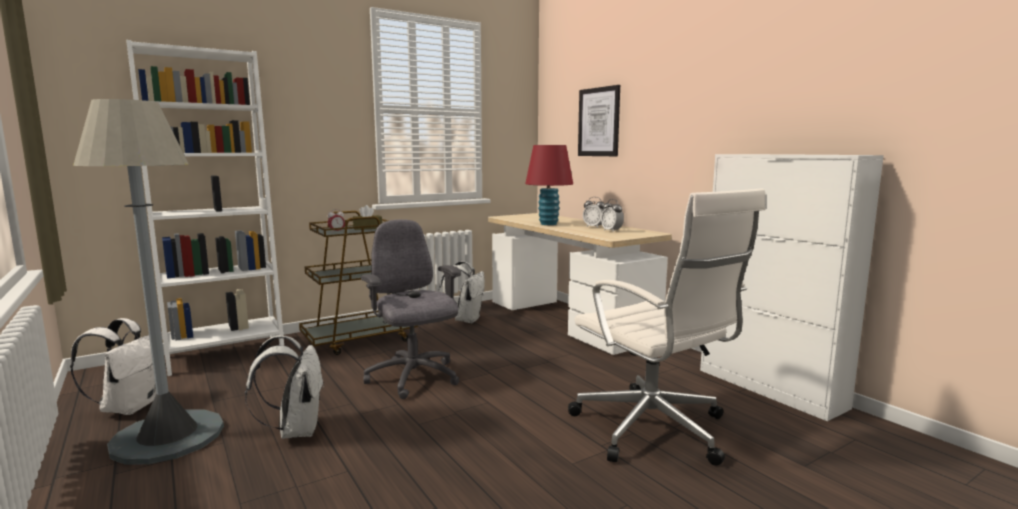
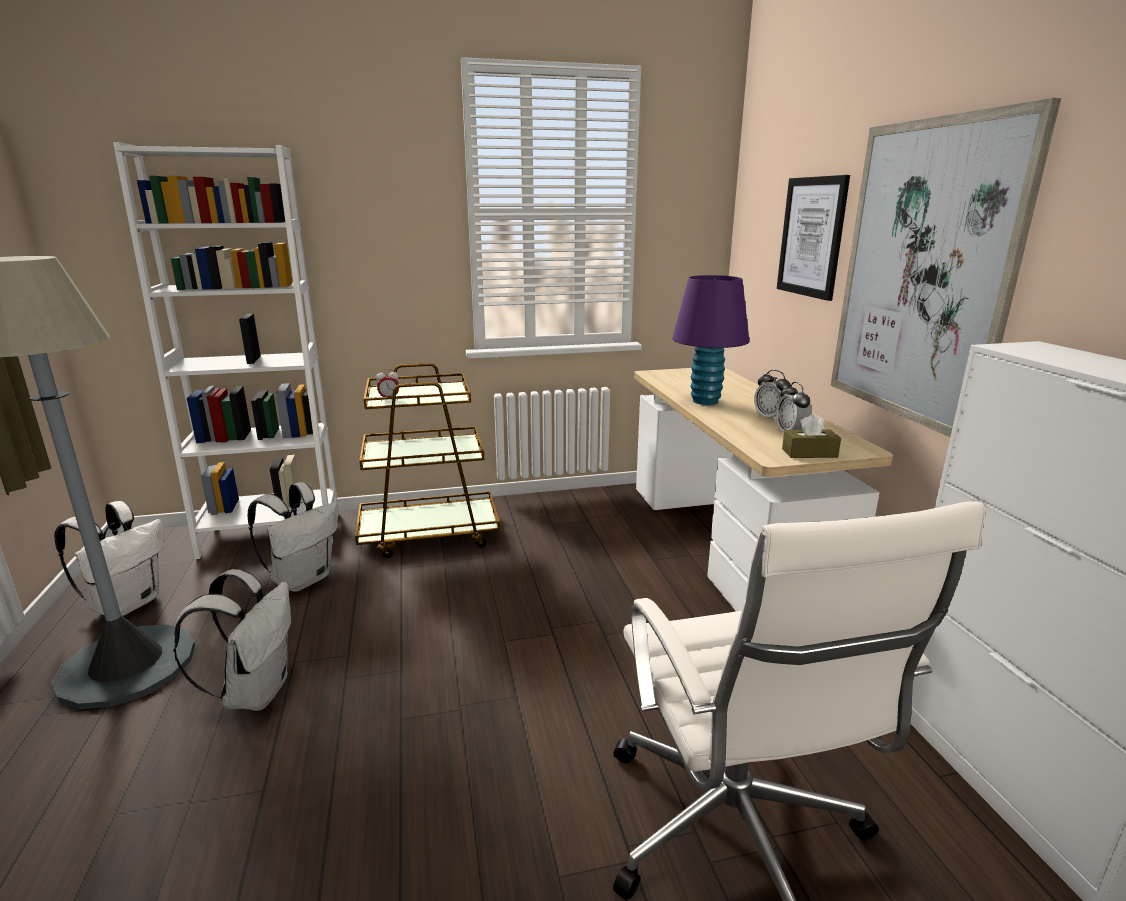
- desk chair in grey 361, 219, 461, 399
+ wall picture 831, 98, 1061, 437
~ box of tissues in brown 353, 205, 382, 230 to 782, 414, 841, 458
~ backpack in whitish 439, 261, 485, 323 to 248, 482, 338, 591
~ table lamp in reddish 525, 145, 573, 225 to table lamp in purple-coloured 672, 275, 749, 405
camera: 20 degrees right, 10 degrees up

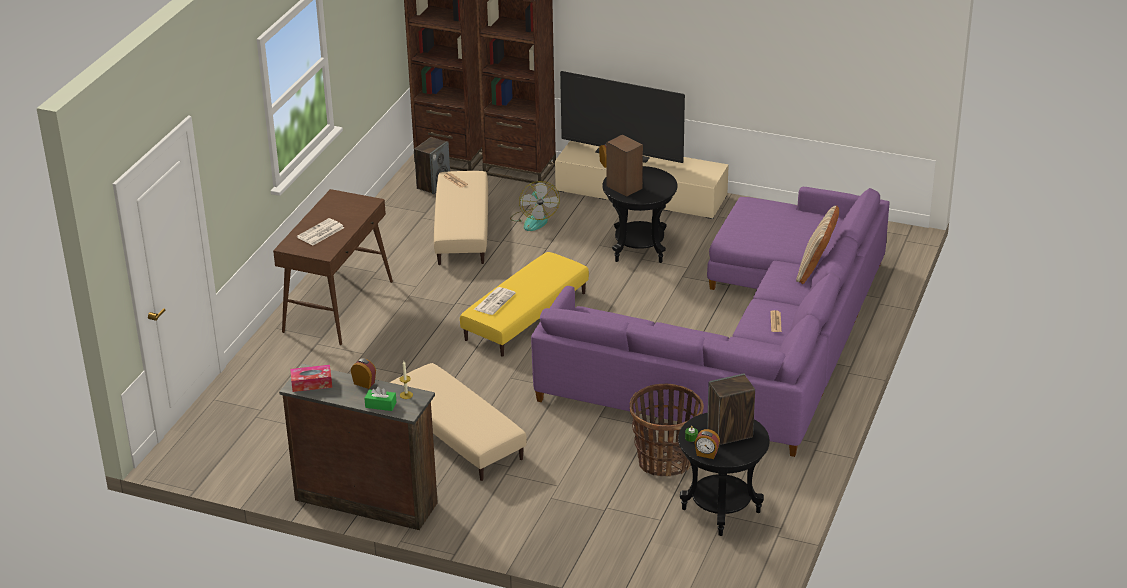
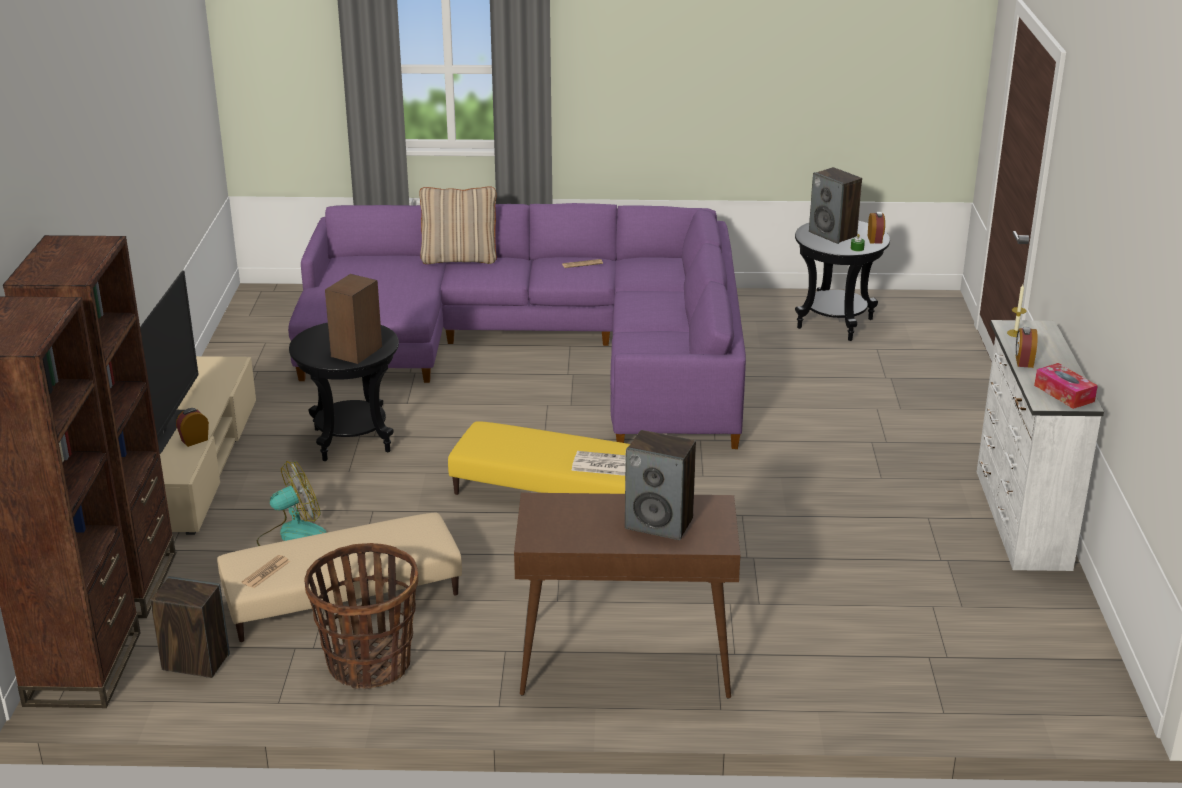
- box of tissues in green 364, 386, 397, 411
- pouffe in beige-coloured 390, 363, 527, 481
~ basket 630, 384, 704, 476 to 304, 543, 418, 689
~ daily paper 297, 218, 344, 246 to loudspeaker 625, 430, 696, 540
~ drawer chest in brown 279, 364, 438, 530 to drawer chest in whitish 977, 320, 1104, 571
camera: 110 degrees left, 5 degrees down

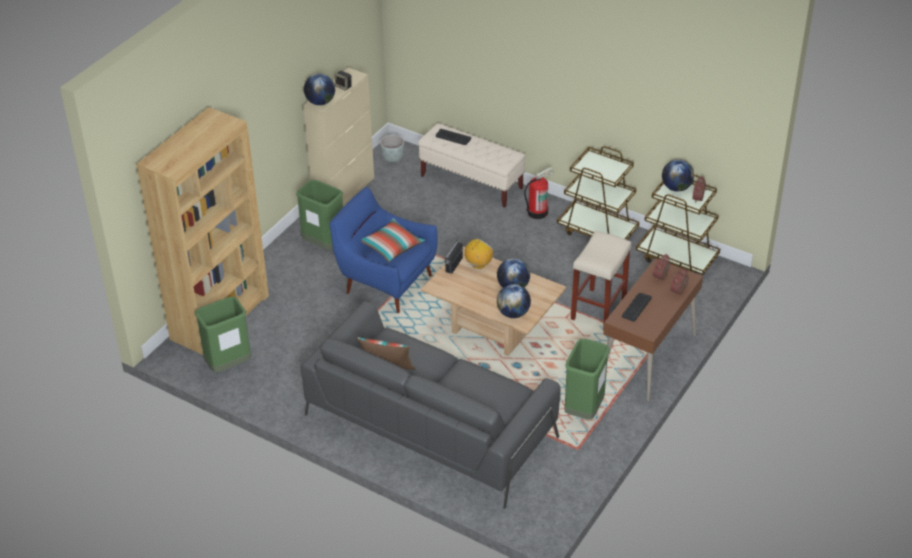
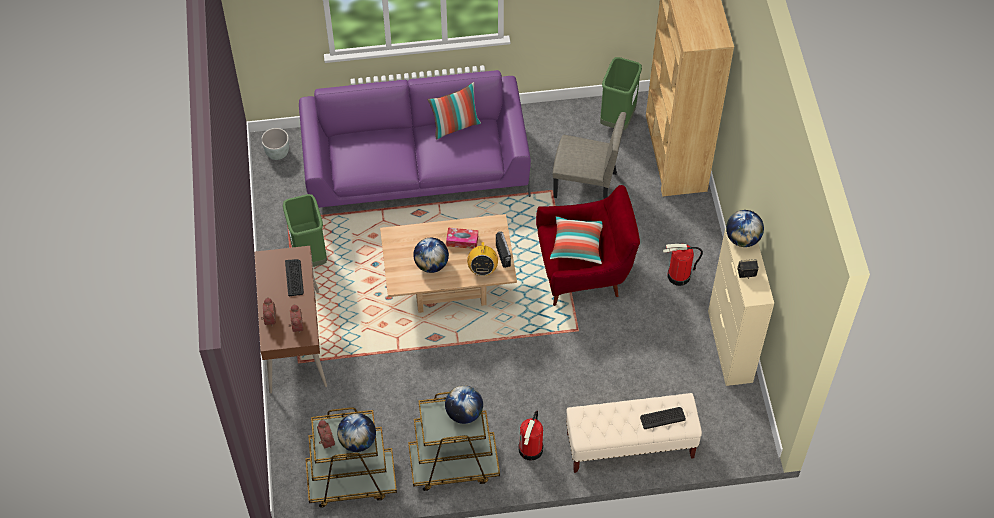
- stool seat in beige-coloured 571, 231, 631, 330
+ box of tissues 446, 227, 478, 249
+ plain chair in beige-coloured 553, 112, 627, 199
~ flower pot in grey 380, 135, 404, 163 to 261, 128, 289, 160
~ world globe 497, 284, 531, 318 to 445, 385, 483, 424
~ waste bin in green 296, 180, 343, 250 to extinguisher 663, 244, 703, 286
~ couch in grey 301, 302, 561, 509 to couch in purple-coloured 299, 70, 531, 208
~ armchair in blue-coloured 329, 187, 438, 313 to armchair in reddish 536, 185, 640, 306
camera: 140 degrees right, 15 degrees up

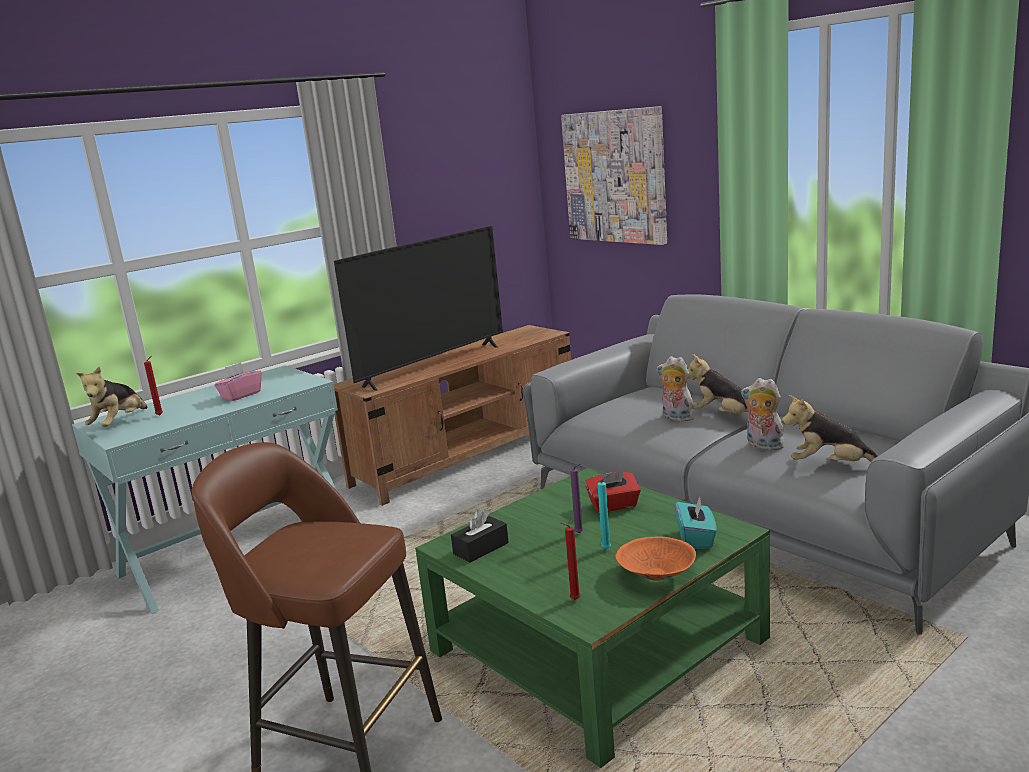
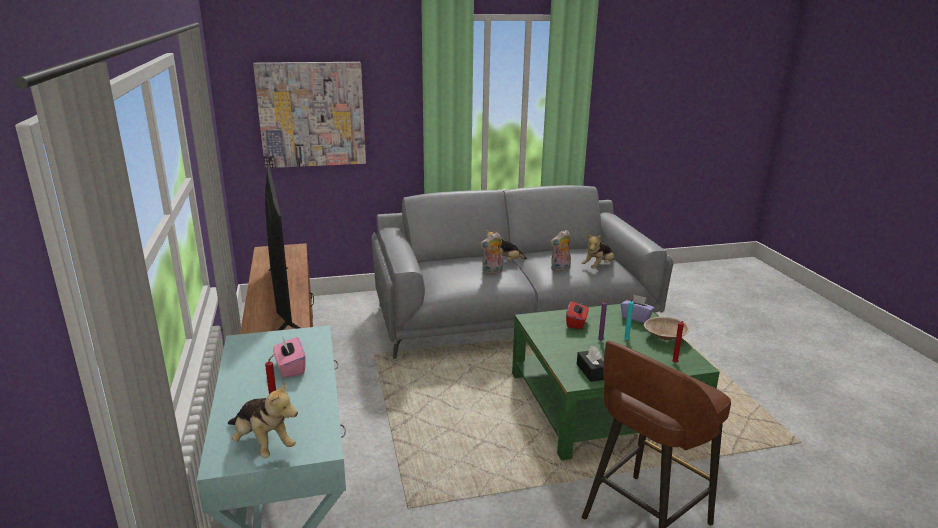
~ serving bowl in orangey 615, 536, 696, 581 to serving bowl in beige-coloured 644, 317, 690, 340
~ box of tissues in turquoise-coloured 675, 496, 717, 549 to box of tissues in purple-coloured 621, 295, 655, 323
camera: 65 degrees left, 5 degrees up

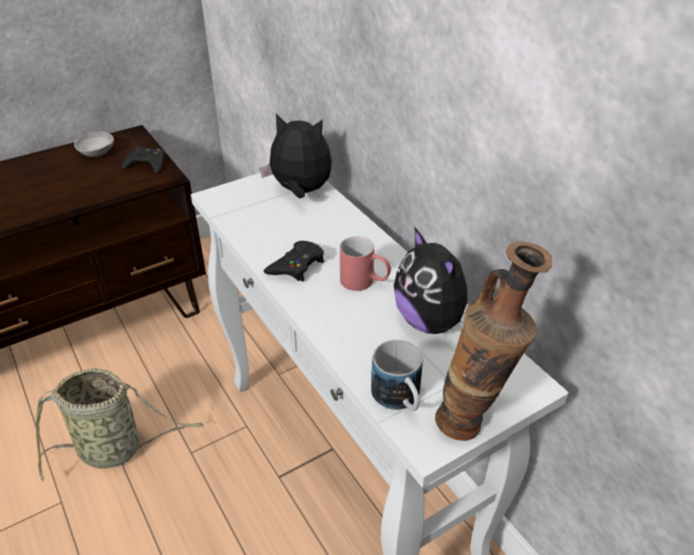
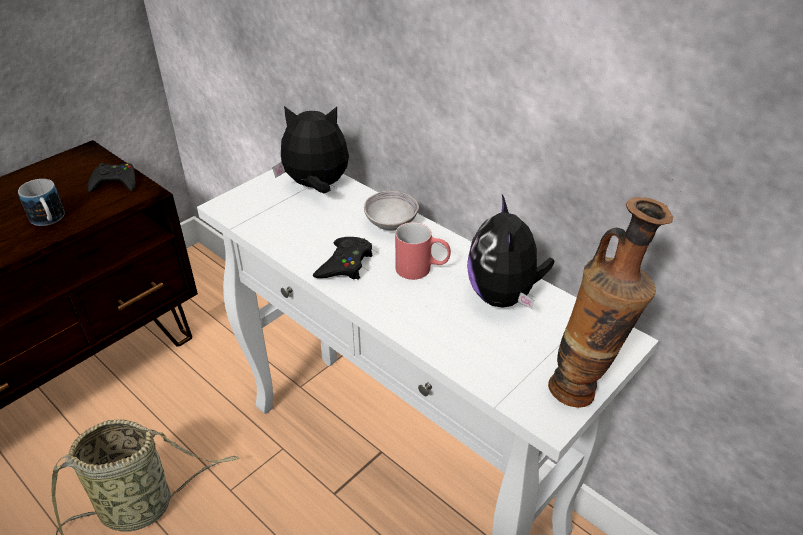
~ serving bowl in grey 74, 132, 114, 157 to 364, 191, 419, 231
~ tea mug 371, 340, 423, 411 to 18, 179, 65, 226
~ soft toy 394, 228, 467, 334 = 467, 194, 554, 309 45 degrees clockwise
camera: 15 degrees left, 0 degrees up

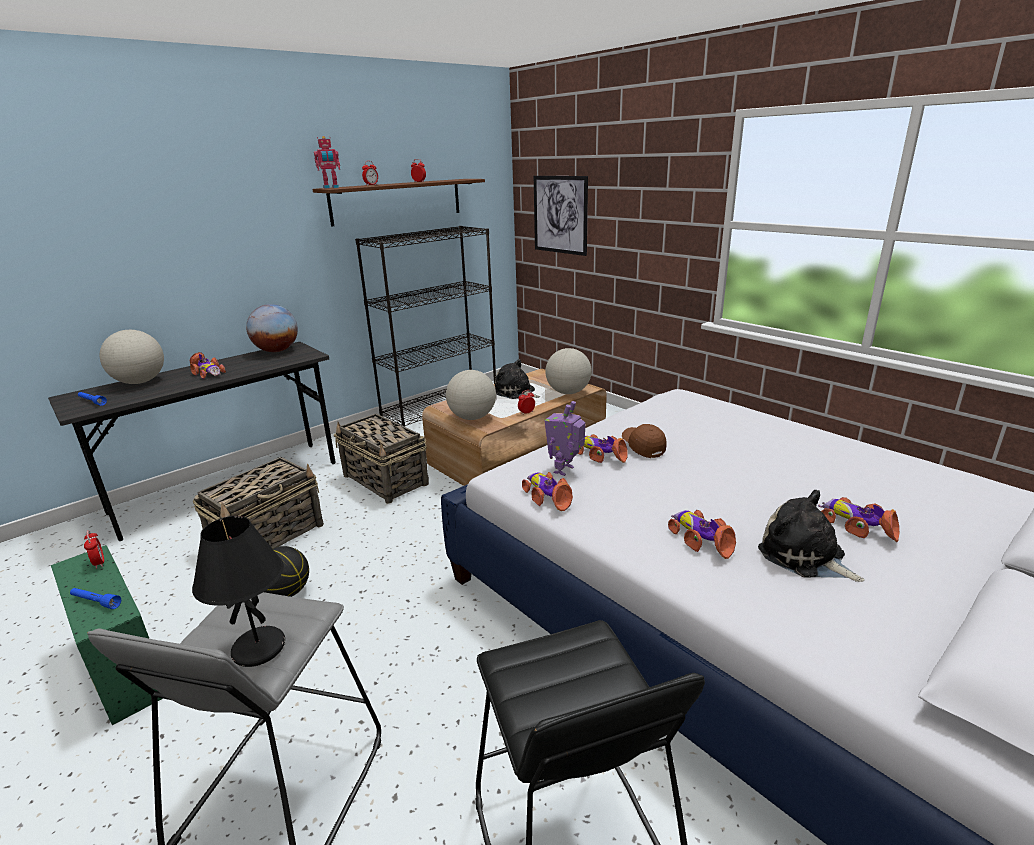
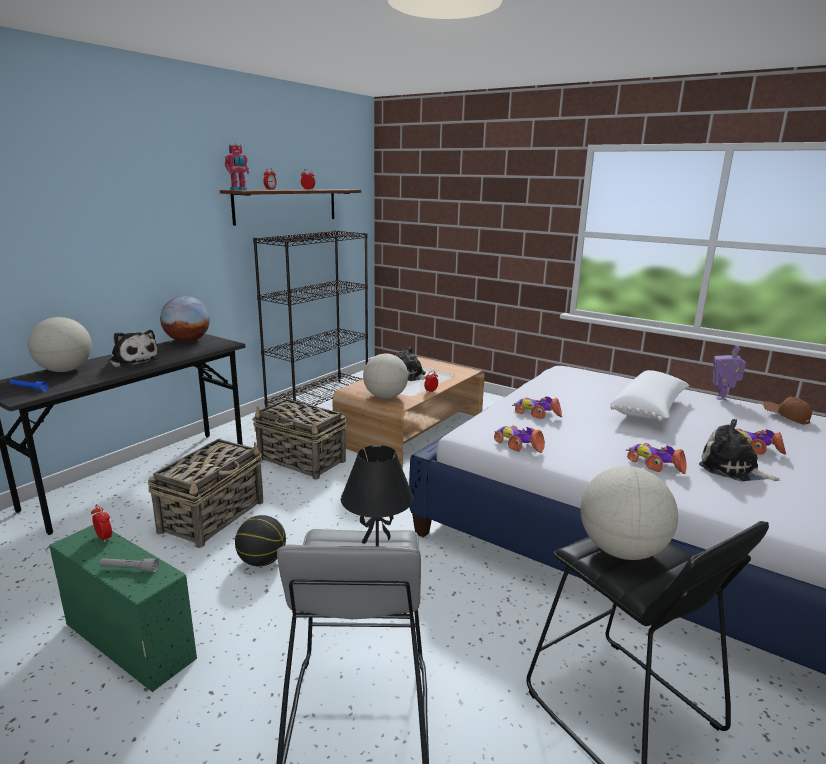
- wall picture 534, 176, 588, 256
+ throw pillow in whitish 610, 370, 690, 421
~ world globe 545, 348, 592, 394 to 580, 466, 678, 560
~ model robot 545, 401, 586, 476 to 713, 345, 746, 401
~ baseball cap in brown 622, 424, 667, 458 to 763, 397, 812, 425
~ miniature car 189, 352, 226, 379 to soft toy 108, 330, 160, 368
~ hand torch in blue-coloured 70, 588, 121, 609 to hand torch in grey 100, 558, 159, 573
camera: 15 degrees left, 5 degrees down

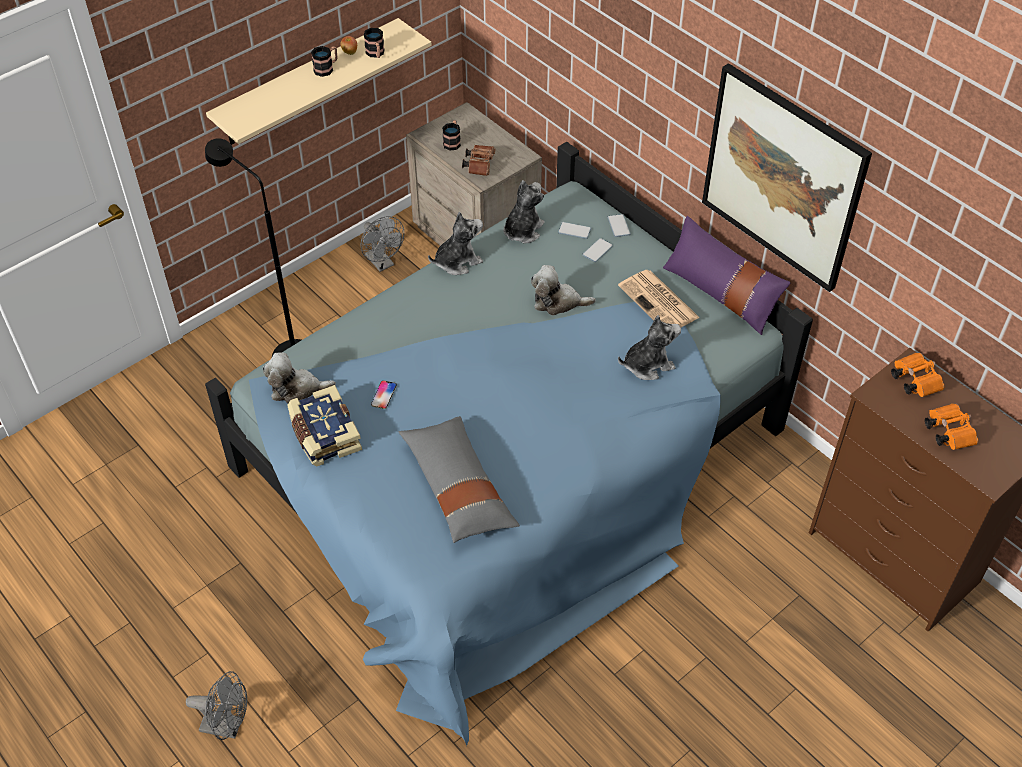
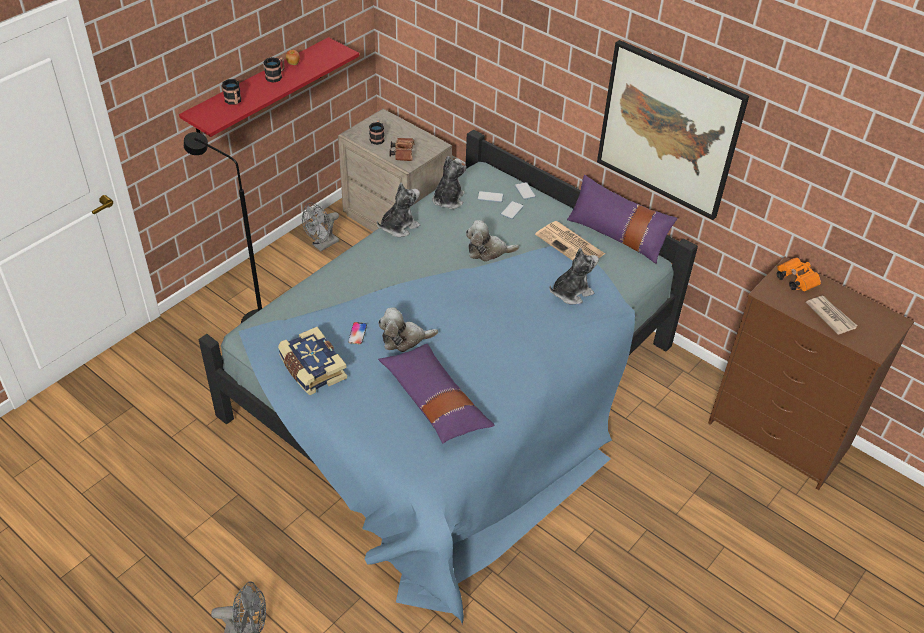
~ soft toy 263, 352, 336, 403 to 378, 308, 438, 352
~ tea mug 364, 28, 384, 58 to 222, 79, 241, 105
~ field glasses in orangey 925, 404, 978, 450 to daily paper 806, 295, 857, 335
~ bracket shelf in beige-coloured 206, 18, 432, 145 to bracket shelf in reddish 179, 37, 359, 137
~ throw pillow in grey 399, 416, 520, 543 to throw pillow in purple-coloured 378, 344, 495, 444
~ cooling fan in grey 360, 216, 404, 272 = 302, 203, 339, 251 90 degrees clockwise
camera: 10 degrees left, 5 degrees down

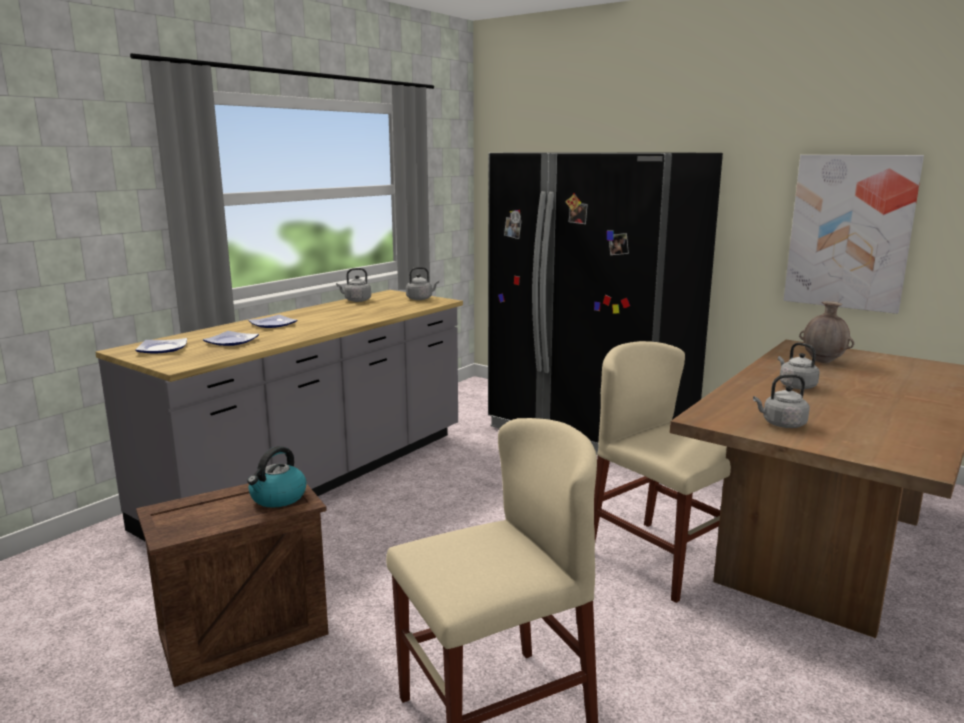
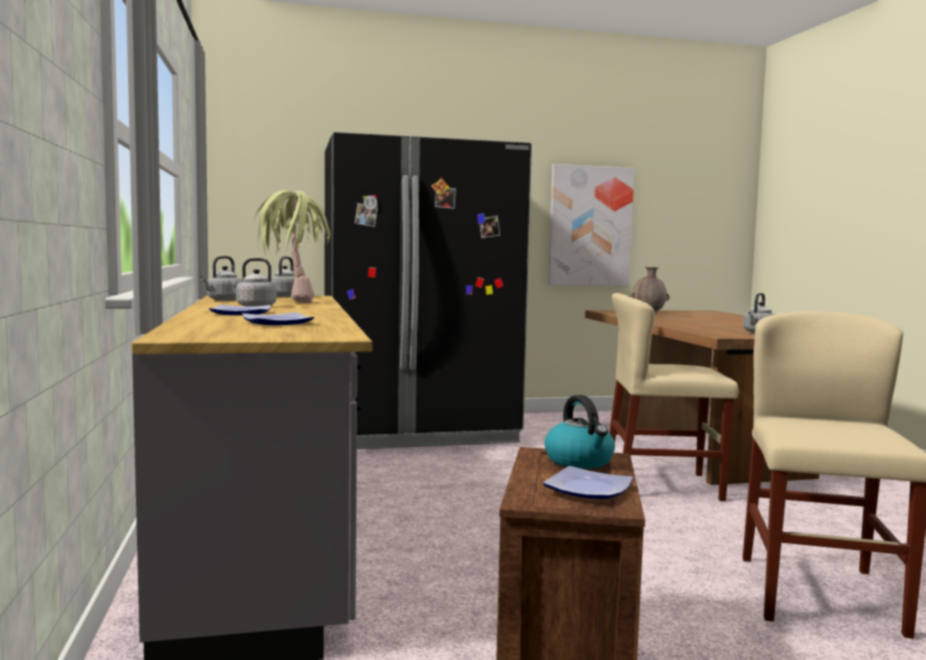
+ potted plant 255, 190, 330, 303
~ flat dish 135, 338, 187, 353 to 543, 466, 633, 499
~ tea kettle in grey 778, 342, 820, 389 to 229, 258, 277, 306
camera: 50 degrees left, 10 degrees down

